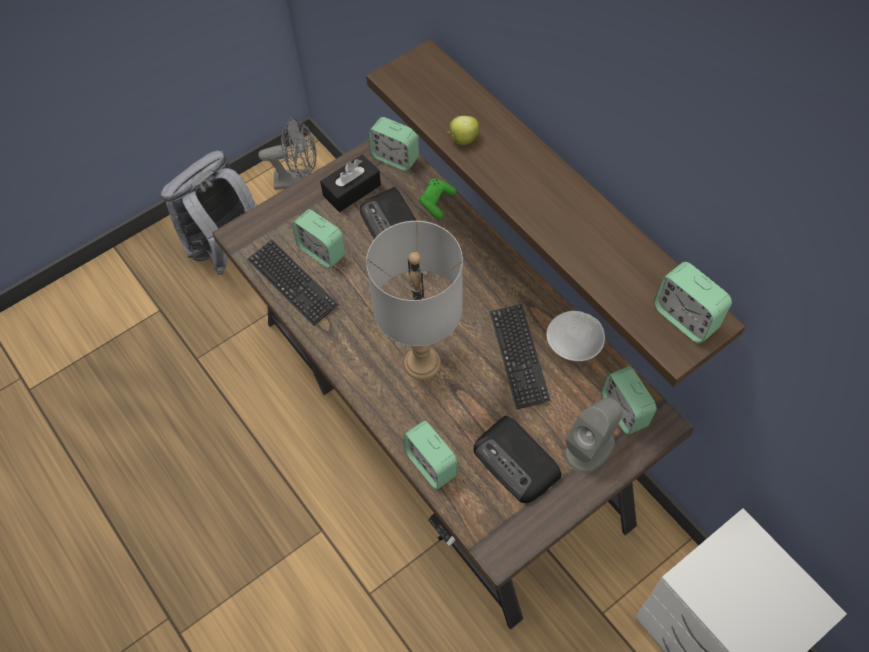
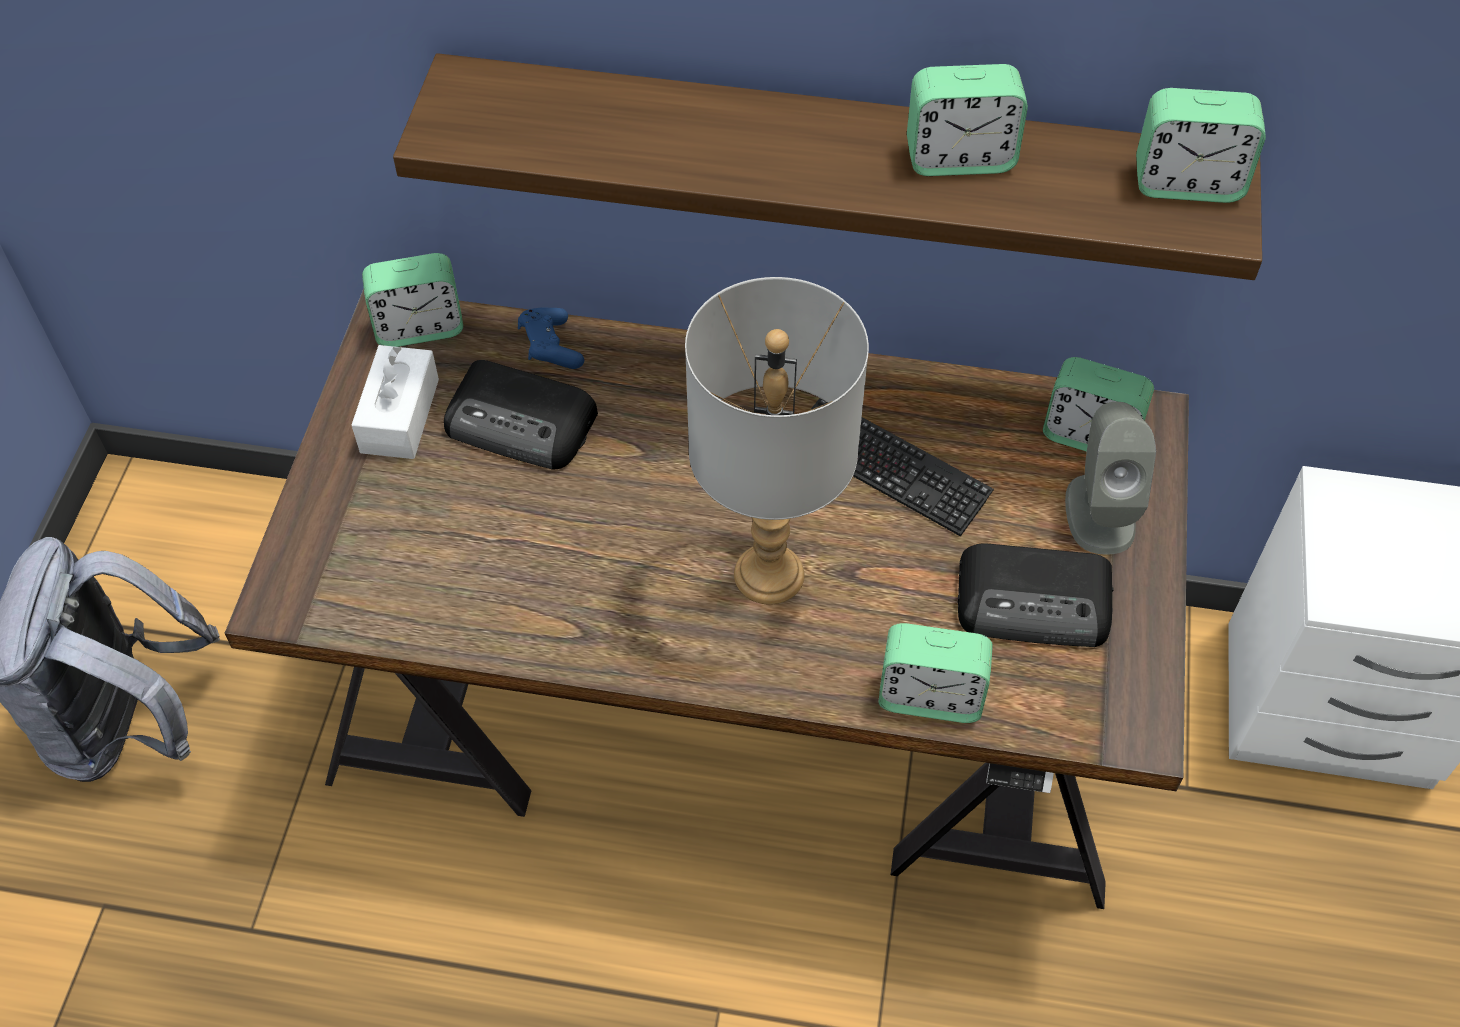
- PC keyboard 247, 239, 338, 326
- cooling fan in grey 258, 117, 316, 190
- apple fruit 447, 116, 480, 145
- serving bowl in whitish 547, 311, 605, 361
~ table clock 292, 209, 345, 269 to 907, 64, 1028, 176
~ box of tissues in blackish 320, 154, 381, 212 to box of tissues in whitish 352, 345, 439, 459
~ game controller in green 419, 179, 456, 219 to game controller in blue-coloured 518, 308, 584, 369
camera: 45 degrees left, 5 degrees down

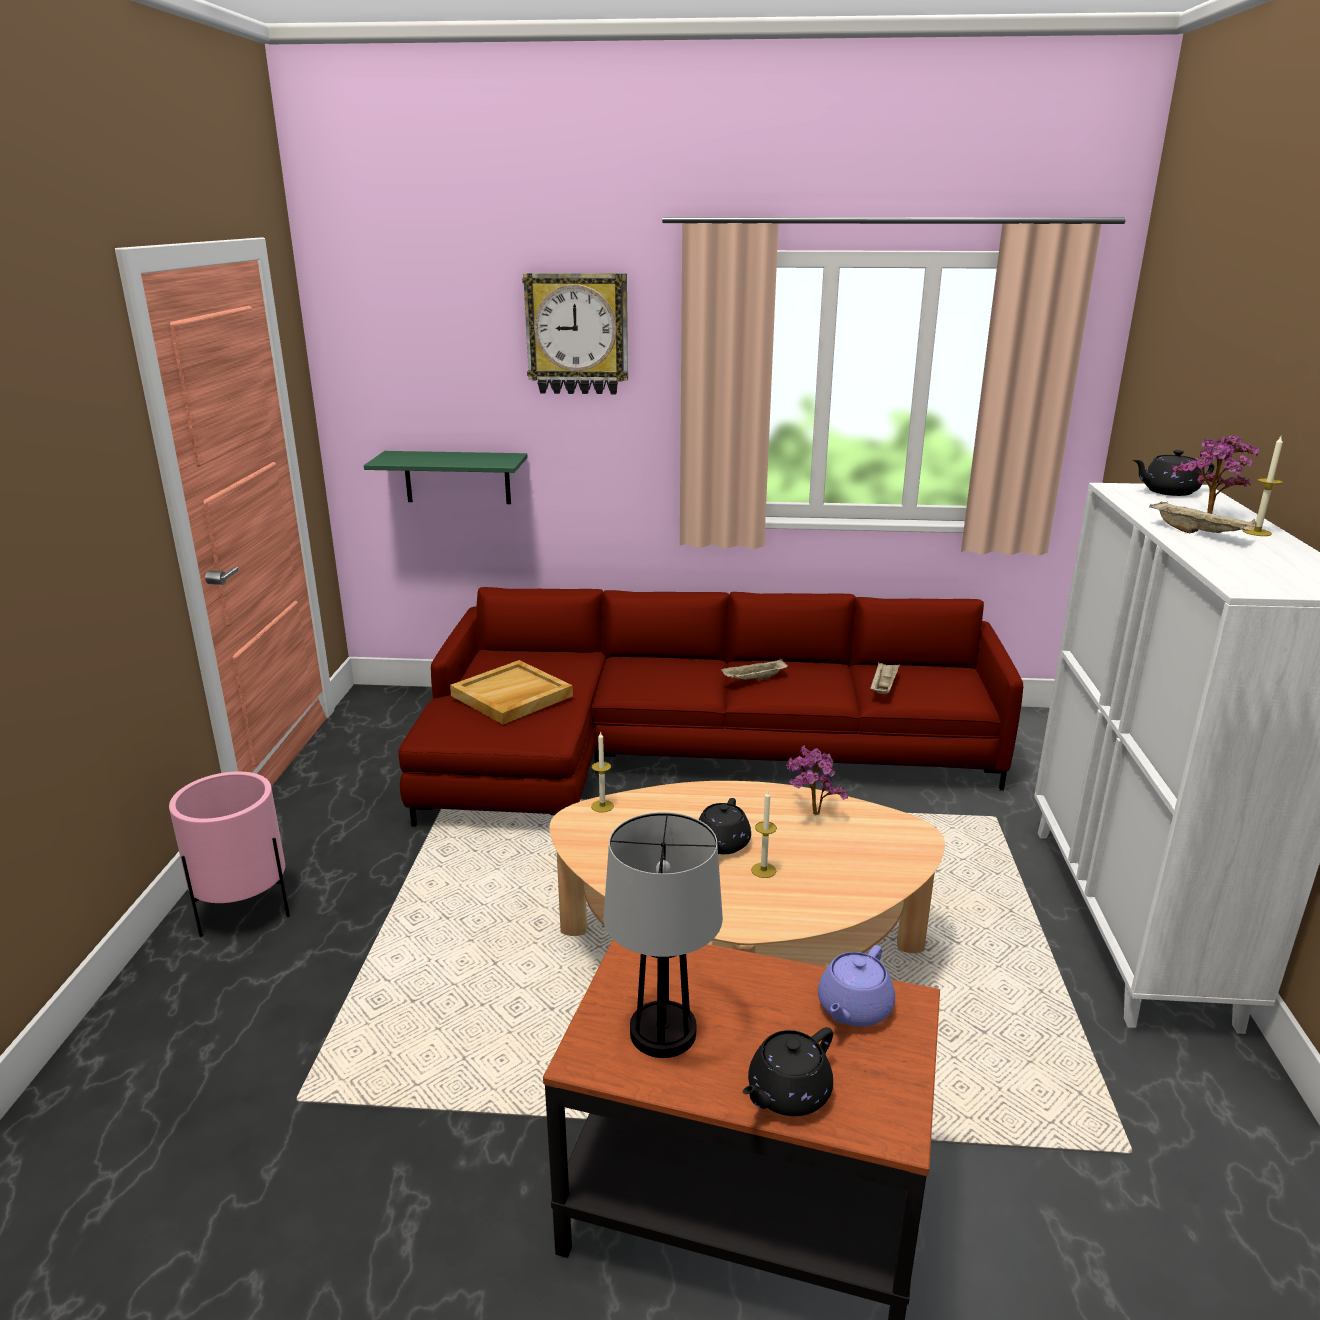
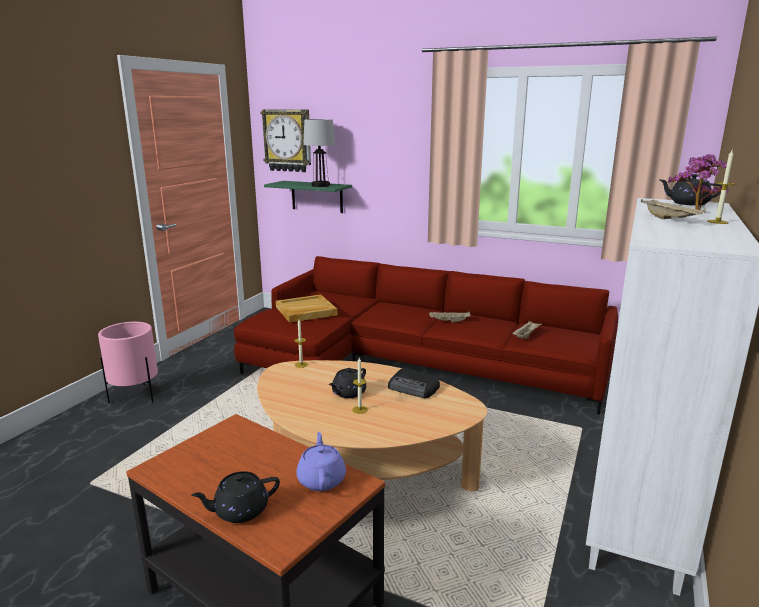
~ clock on the wall 522, 273, 628, 394 to 260, 109, 311, 172
~ table lamp 603, 812, 723, 1058 to 303, 119, 335, 187
~ potted plant 785, 745, 848, 815 to radio set 388, 369, 440, 398
~ teapot in purple-coloured 818, 945, 895, 1027 = 296, 432, 346, 491 120 degrees clockwise
camera: 20 degrees right, 5 degrees down

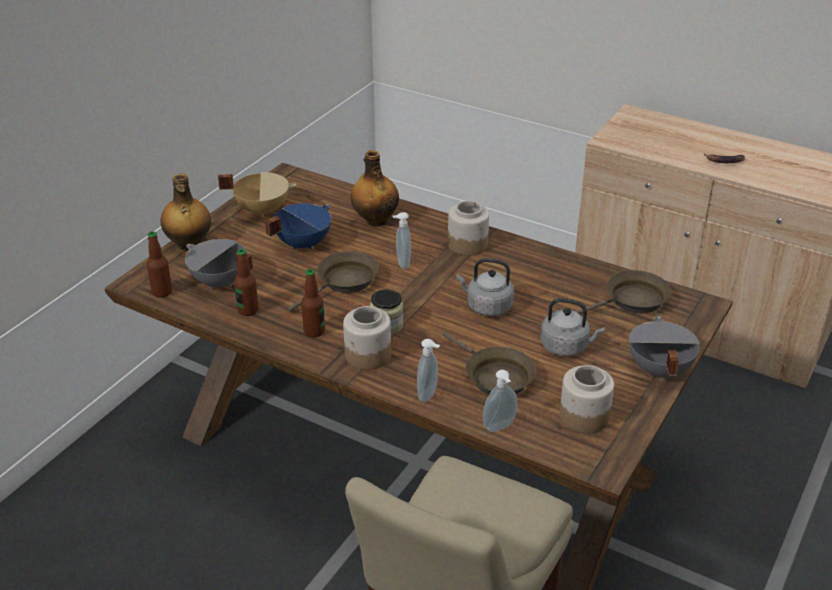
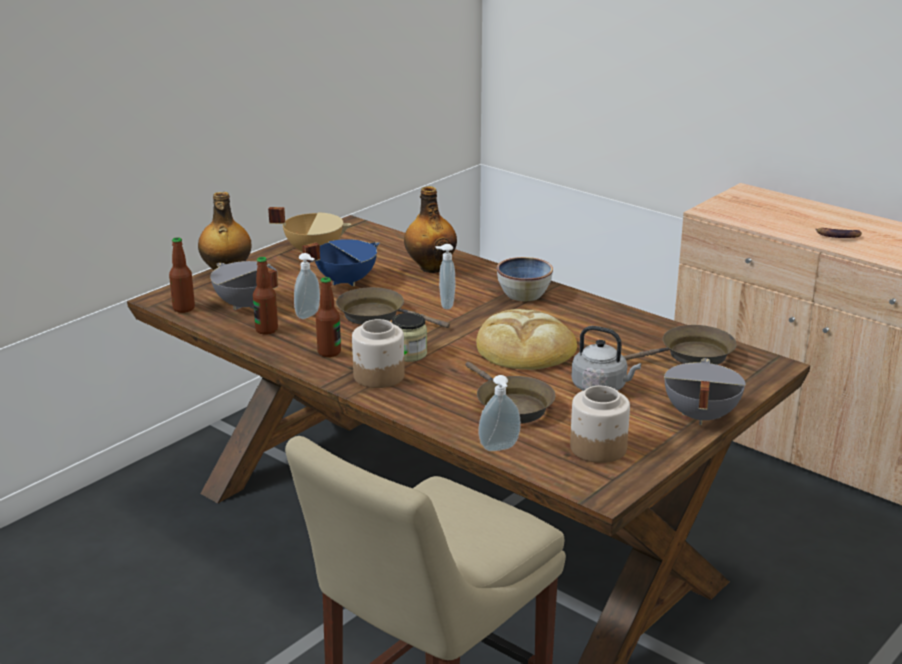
~ soap bottle 417, 339, 440, 402 to 294, 253, 320, 319
~ preserve jar 448, 201, 489, 256 to serving bowl 497, 257, 553, 301
~ tea kettle in grey 456, 258, 514, 317 to bread 476, 309, 577, 370
~ pan in brown 288, 251, 379, 312 = 336, 287, 450, 328 120 degrees counterclockwise
camera: 10 degrees right, 10 degrees down

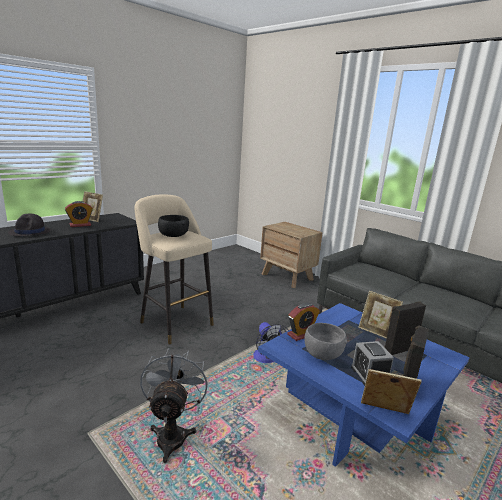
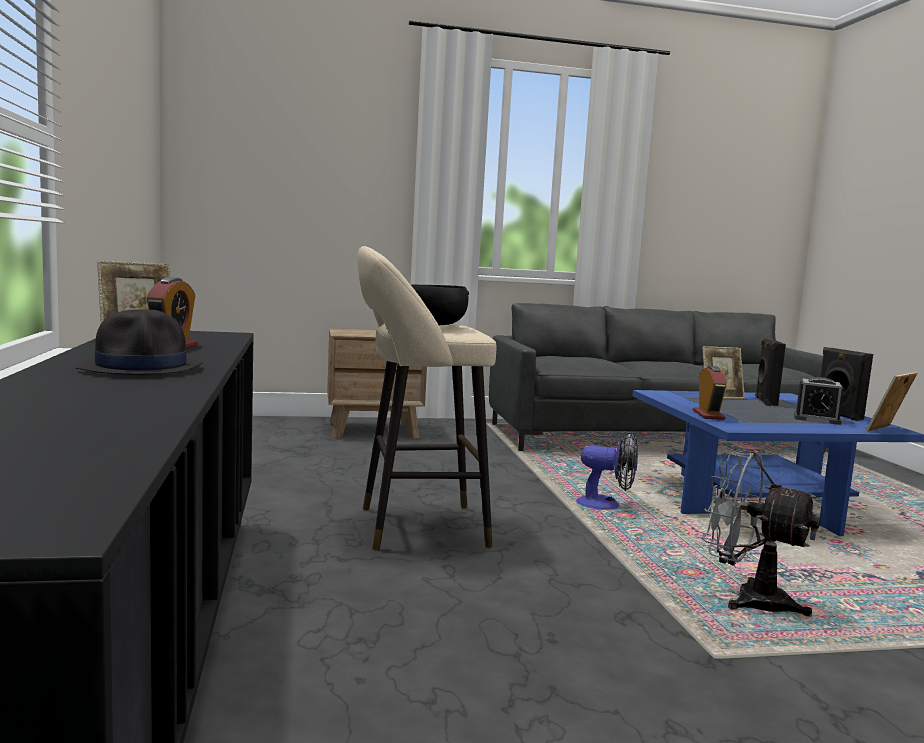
- serving bowl in grey 305, 323, 347, 360
camera: 55 degrees left, 10 degrees down

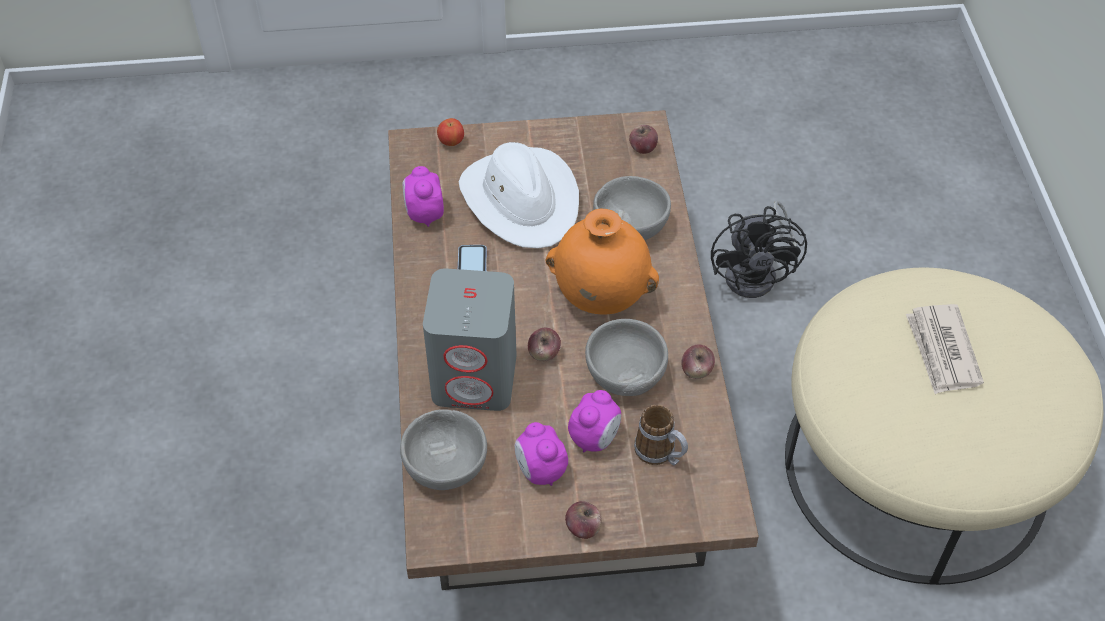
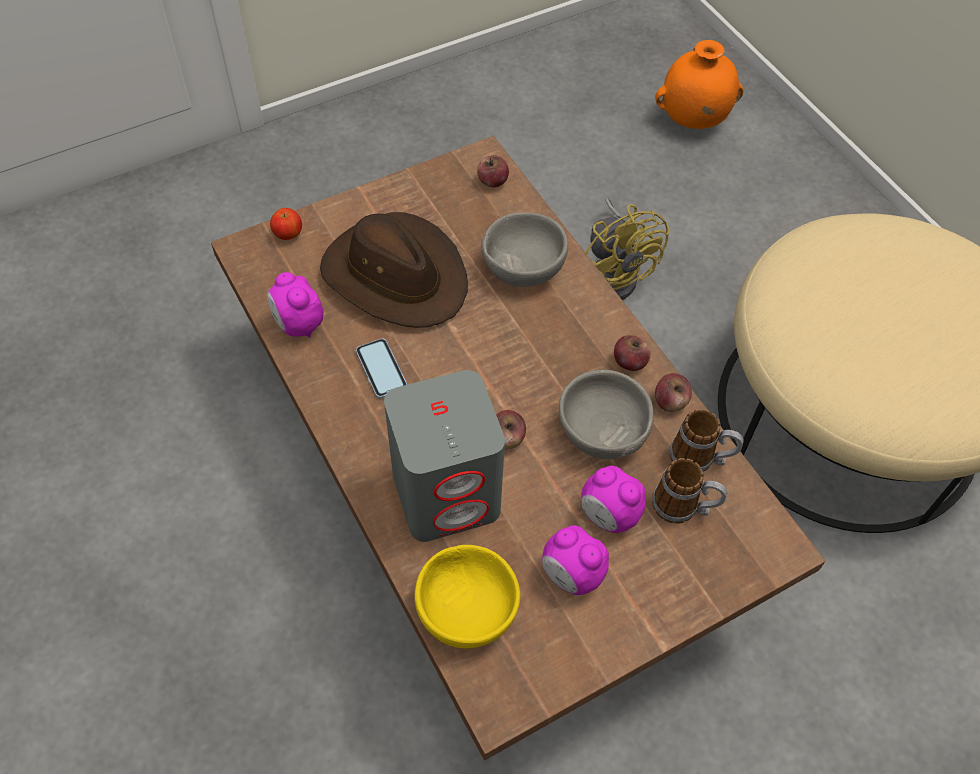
- daily paper 906, 304, 984, 394
+ tea mug 670, 409, 744, 471
~ decorative vase in orangey 546, 208, 659, 315 to 655, 40, 743, 129
~ apple fruit 565, 501, 602, 539 to 614, 335, 651, 371
~ serving bowl in grey 400, 409, 487, 490 to serving bowl in yellowish 414, 545, 520, 649
~ wearable hat in whitish 459, 142, 579, 248 to wearable hat in brown 320, 212, 468, 328
~ cooling fan in blackish 711, 201, 807, 298 to cooling fan in yellowish 586, 197, 669, 300
~ table clock 568, 390, 621, 452 = 581, 466, 646, 533 120 degrees clockwise
camera: 25 degrees left, 5 degrees up

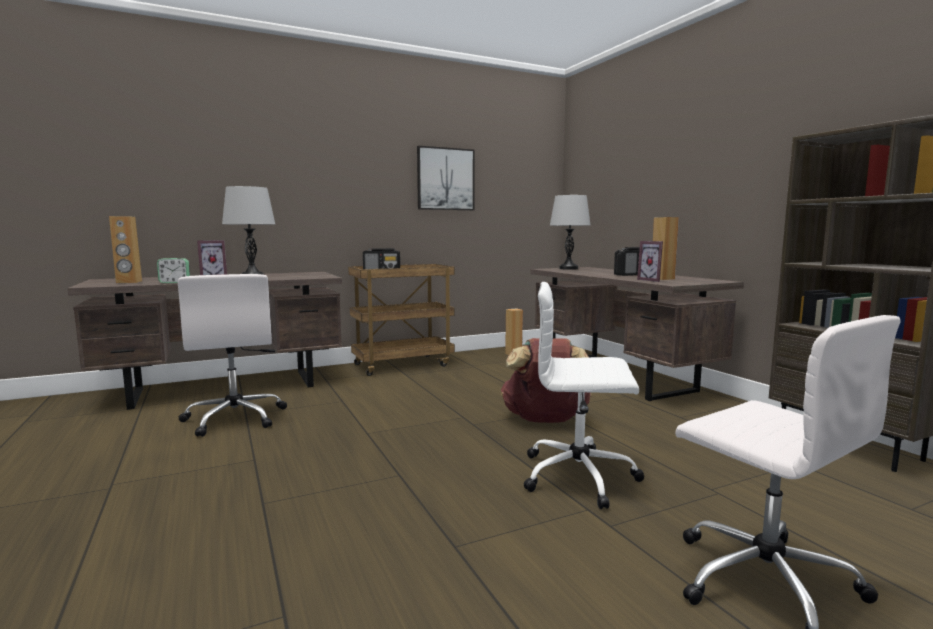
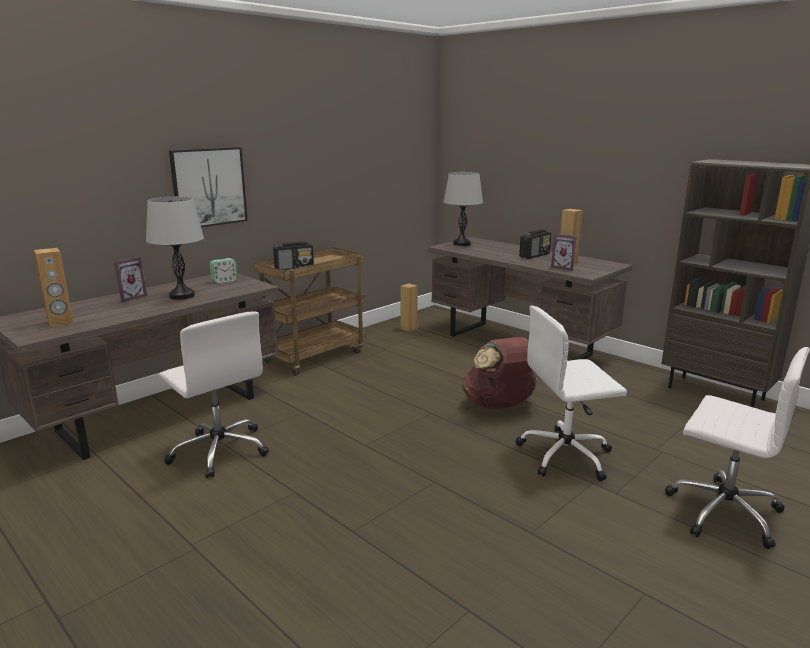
~ table clock 157, 258, 190, 283 to 210, 258, 238, 283
~ wall picture 417, 146, 475, 210 to 169, 147, 248, 227
camera: 20 degrees left, 10 degrees up

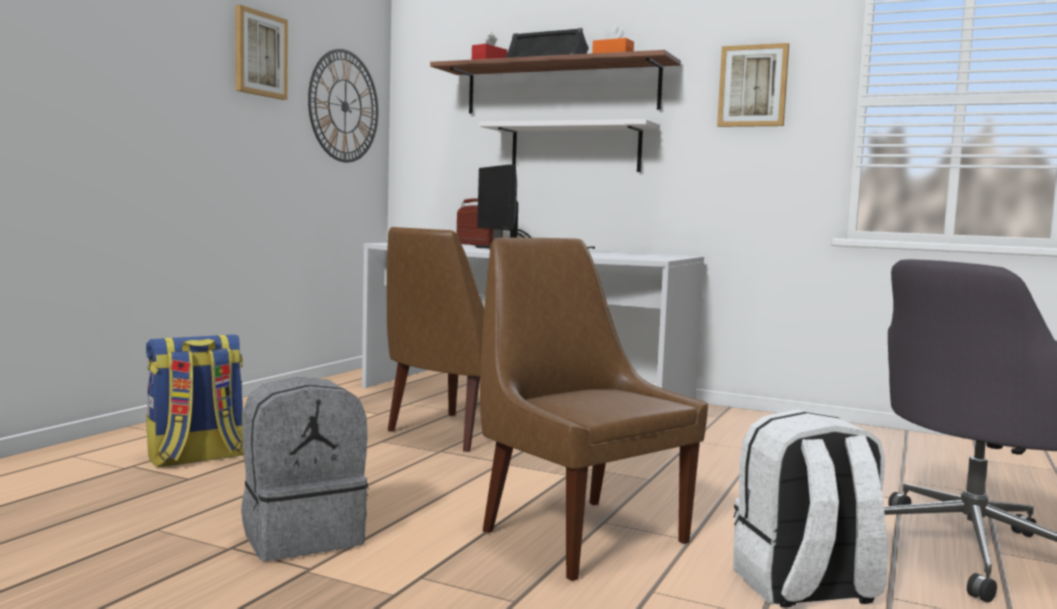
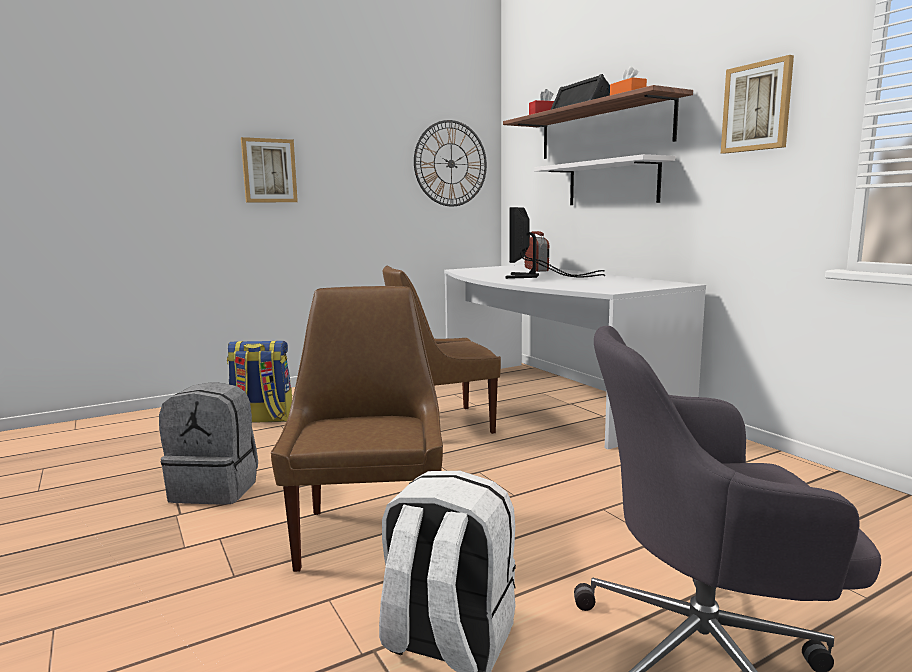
~ wall picture 235, 5, 288, 100 to 241, 137, 298, 202
camera: 35 degrees right, 5 degrees up

